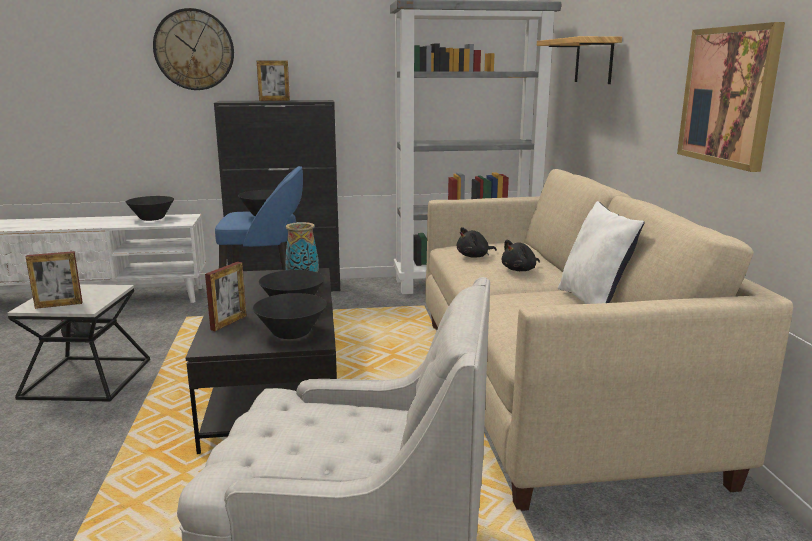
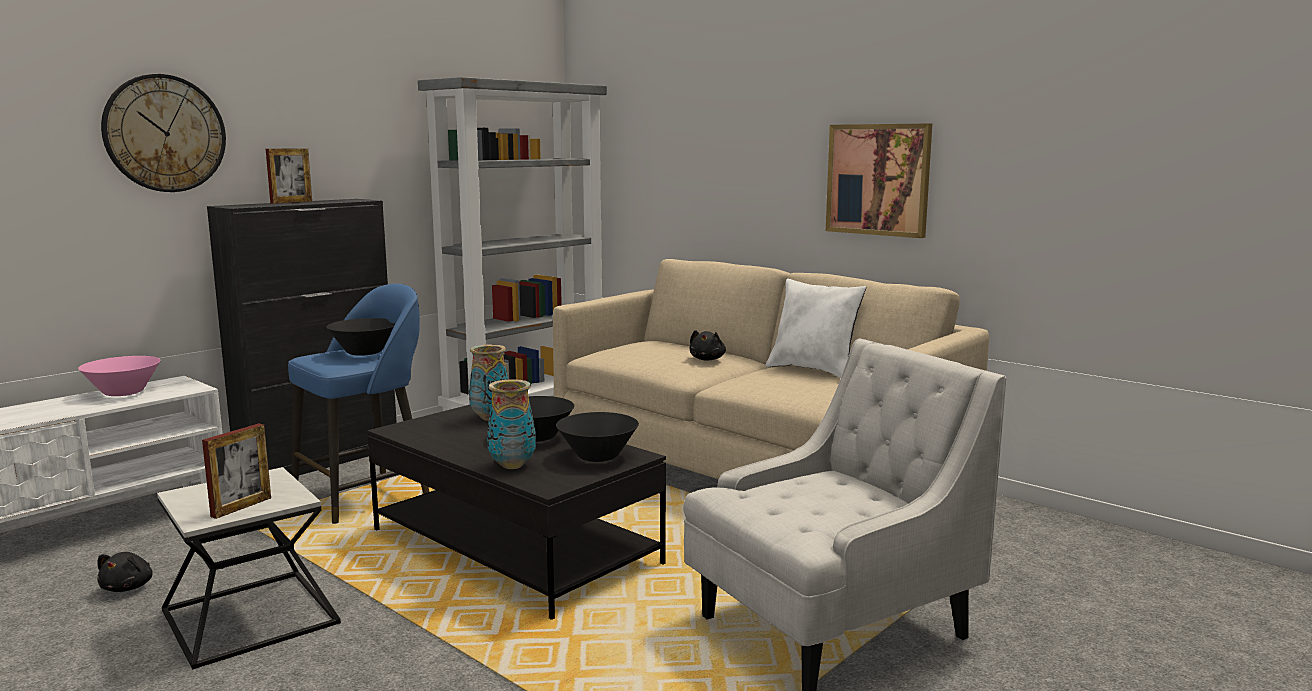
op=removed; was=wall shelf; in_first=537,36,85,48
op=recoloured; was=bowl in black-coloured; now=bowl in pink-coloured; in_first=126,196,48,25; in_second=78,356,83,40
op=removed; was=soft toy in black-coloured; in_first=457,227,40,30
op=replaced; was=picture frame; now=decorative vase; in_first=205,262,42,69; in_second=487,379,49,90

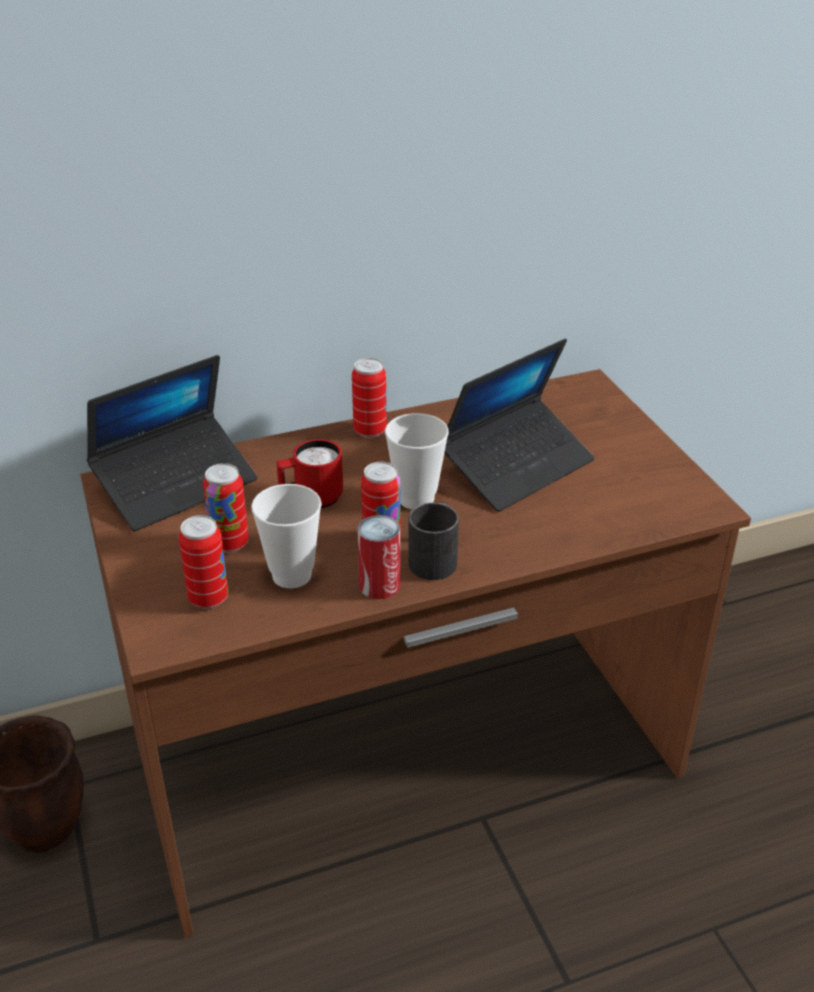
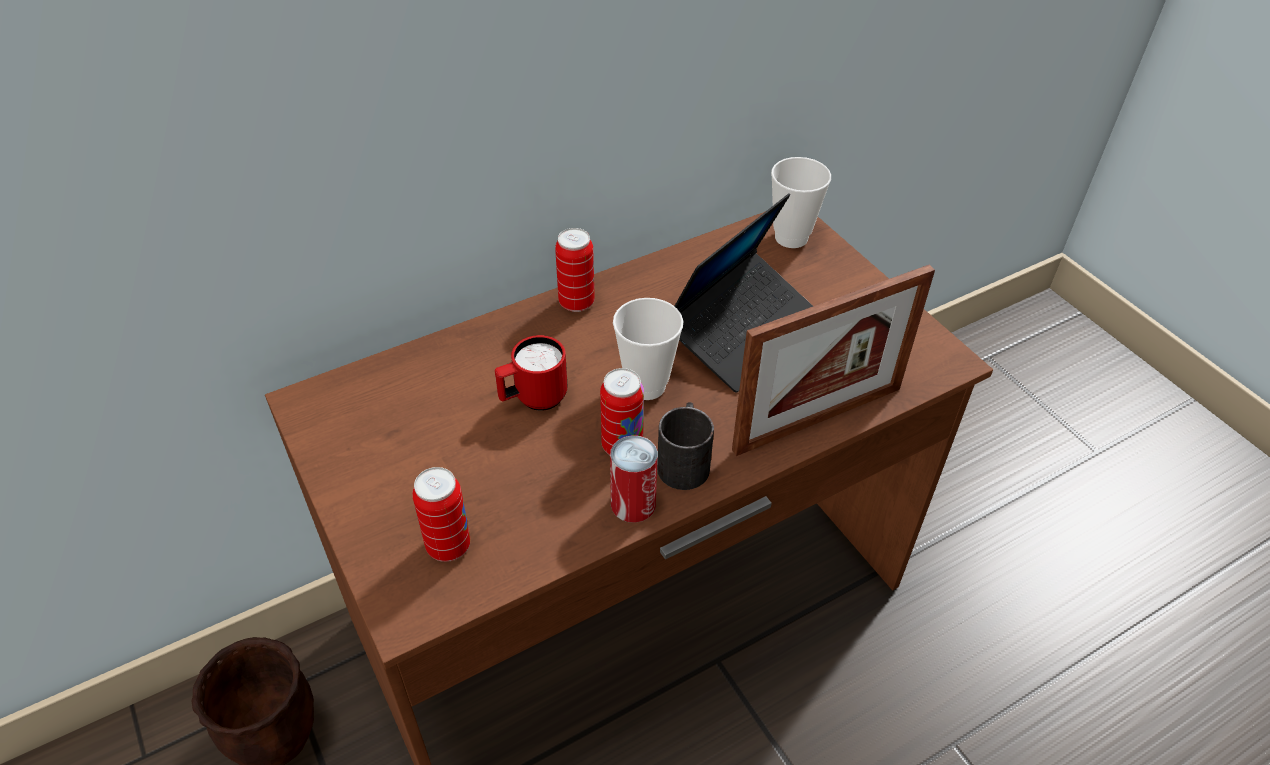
op=removed; was=portable computer; in_first=87,355,170,176
op=removed; was=can; in_first=203,463,46,90
op=moved; was=drinking cup; in_first=251,484,71,105; in_second=771,157,60,91
op=added; now=picture frame; in_second=732,265,203,191

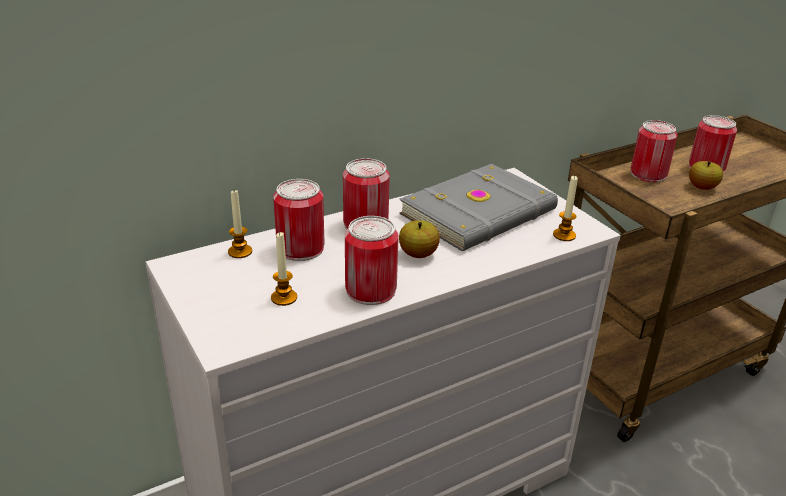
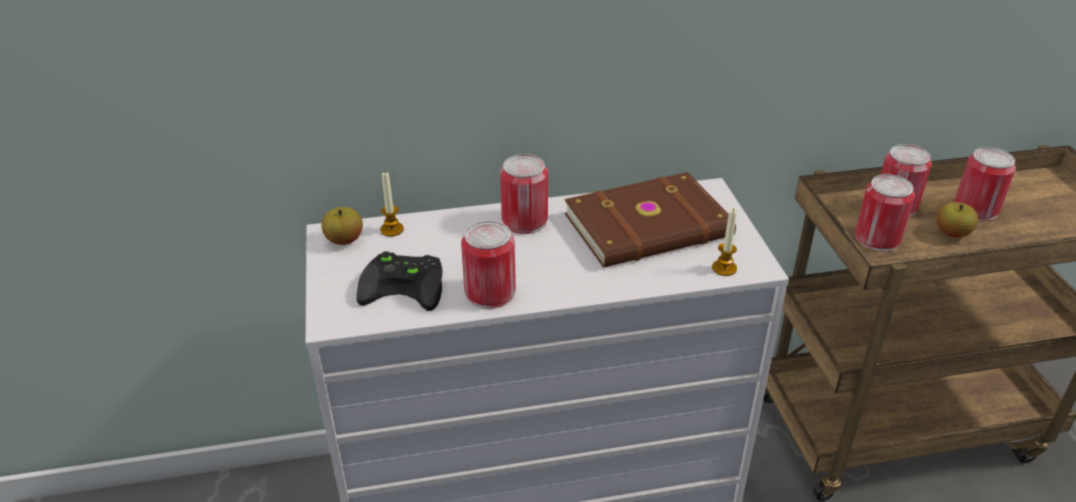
op=recoloured; was=volume in gray; now=volume in brown; in_first=399,164,159,87; in_second=565,172,171,95
op=moved; was=can; in_first=273,179,52,82; in_second=856,174,59,77
op=moved; was=whole apple; in_first=399,220,41,38; in_second=321,207,42,38
op=replaced; was=wax light; now=game controller in black-coloured; in_first=271,232,26,74; in_second=357,251,85,60

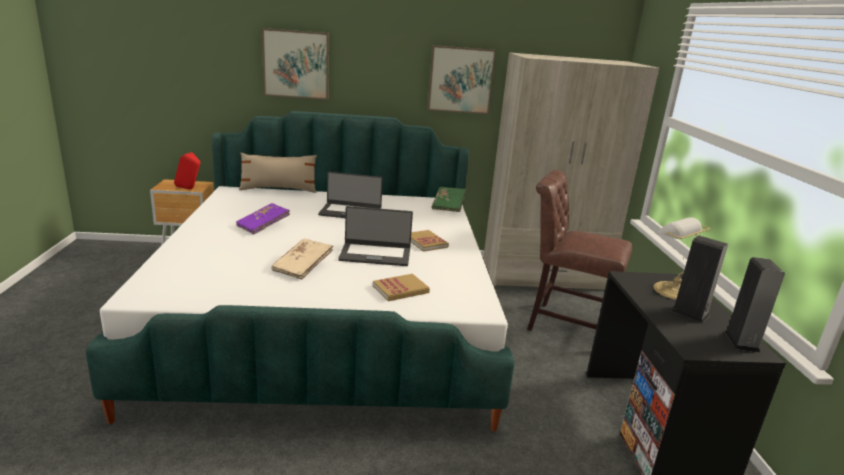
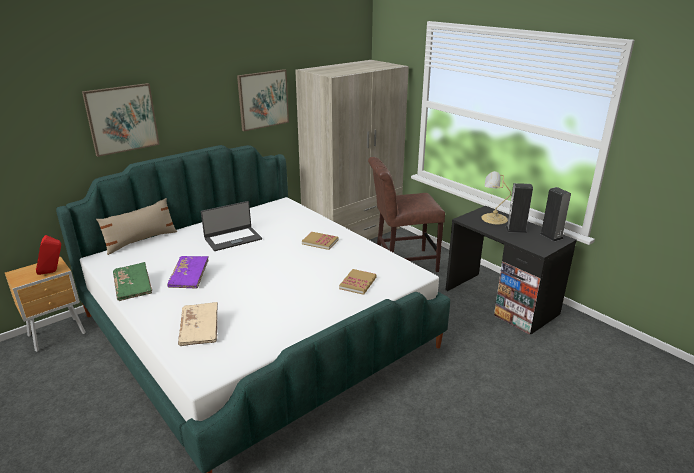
op=moved; was=volume in green-coloured; in_first=431,187,35,25; in_second=113,262,39,39
op=removed; was=portable computer; in_first=338,206,75,60
op=moved; was=volume in sand-coloured; in_first=271,239,62,40; in_second=178,302,40,44

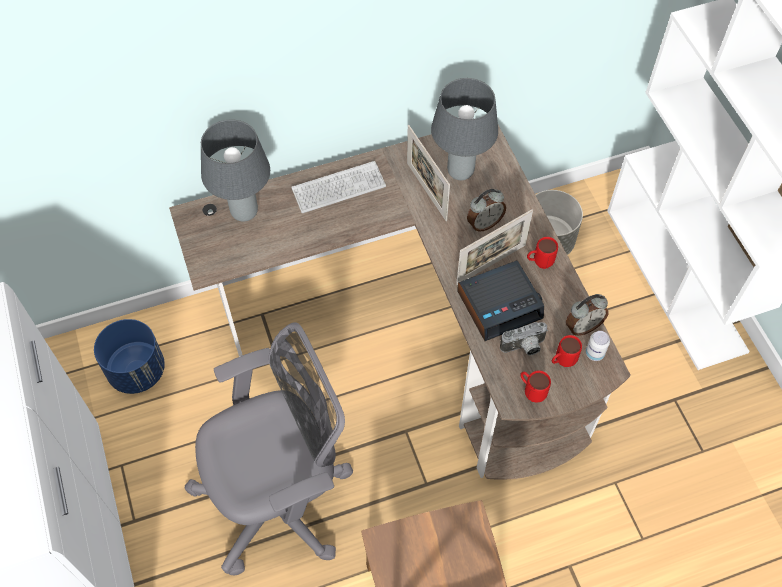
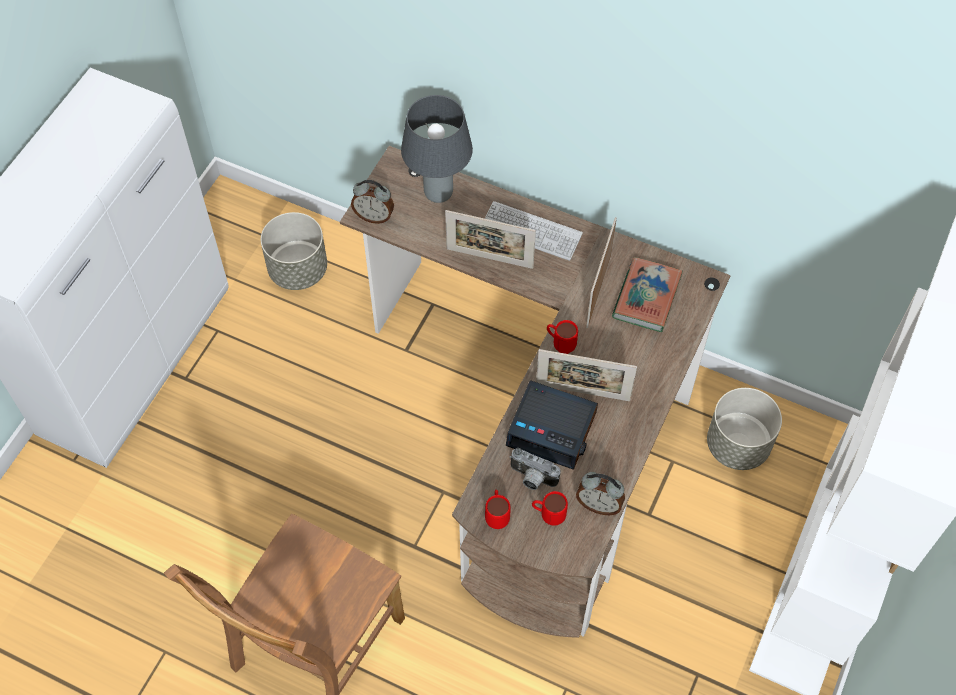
op=replaced; was=lamp for a table in gray; now=volume; in_first=431,78,67,102; in_second=612,257,71,75
op=moved; was=bedside clock; in_first=467,189,39,43; in_second=351,180,43,44
op=moved; was=tea mug in red; in_first=527,237,31,32; in_second=547,320,31,34
op=recoloured; was=flower pot in blue; now=flower pot in gray; in_first=94,319,71,75; in_second=261,212,66,78
op=removed; was=office chair in gray; in_first=184,322,169,253
op=removed; was=can; in_first=586,331,24,30
op=added; now=picture frame; in_second=445,210,91,59

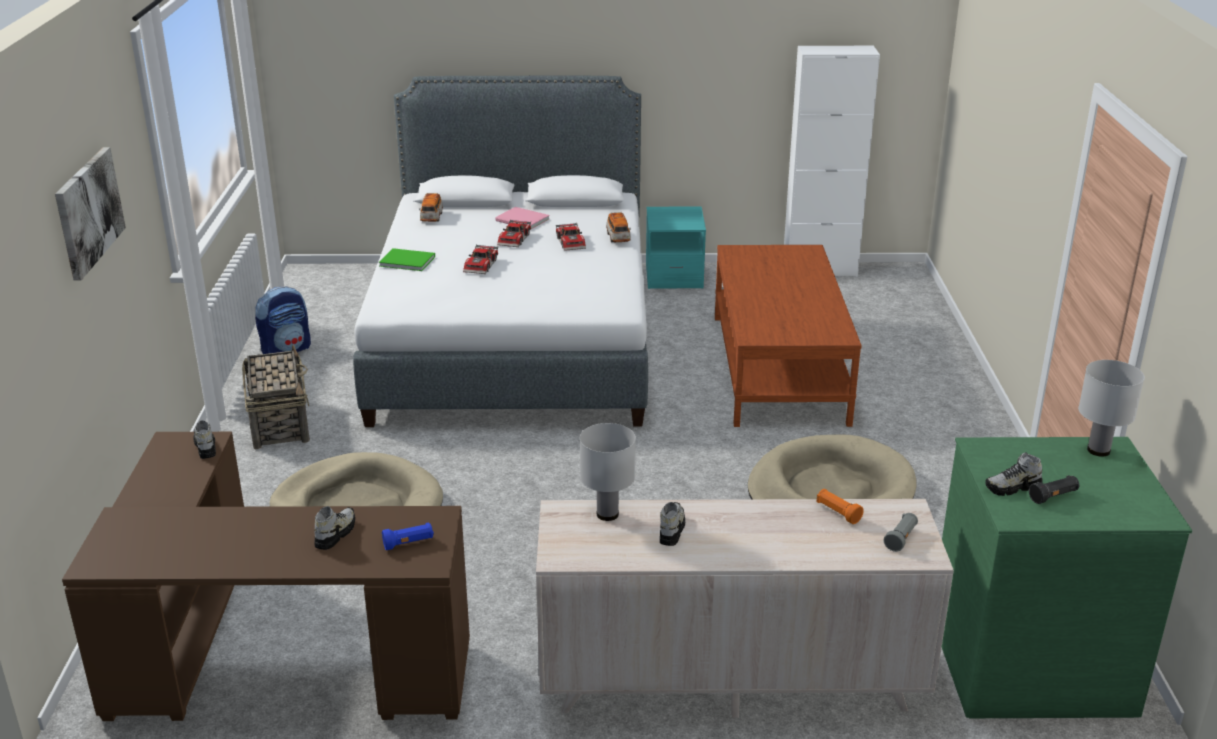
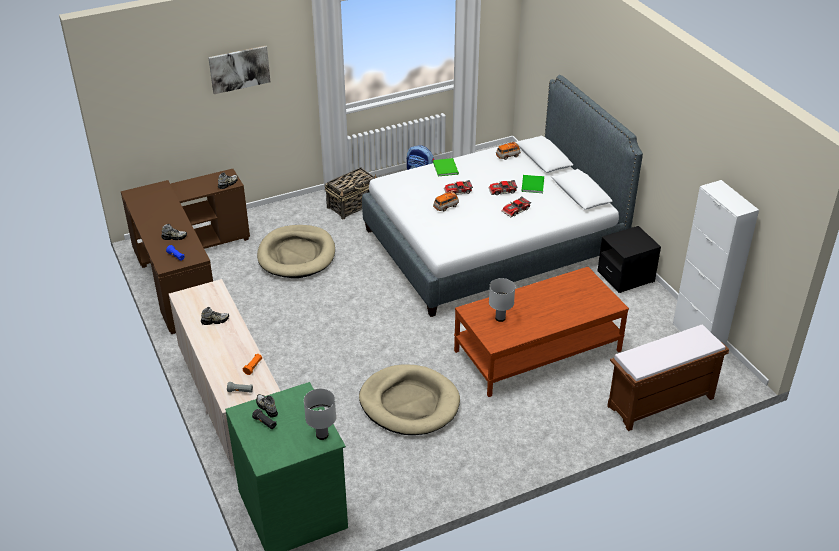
op=recoloured; was=volume in pink-coloured; now=volume in green-coloured; in_first=495,207,55,22; in_second=522,175,22,18
op=recoloured; was=bedside table in turquoise-coloured; now=bedside table in black-coloured; in_first=646,207,60,82; in_second=597,226,64,67
op=moved; was=miniature car; in_first=606,212,25,30; in_second=433,191,26,20
op=moved; was=lamp for a table in white; in_first=580,423,56,98; in_second=489,278,26,44
op=added; now=indoor bench in brown; in_second=607,325,122,106

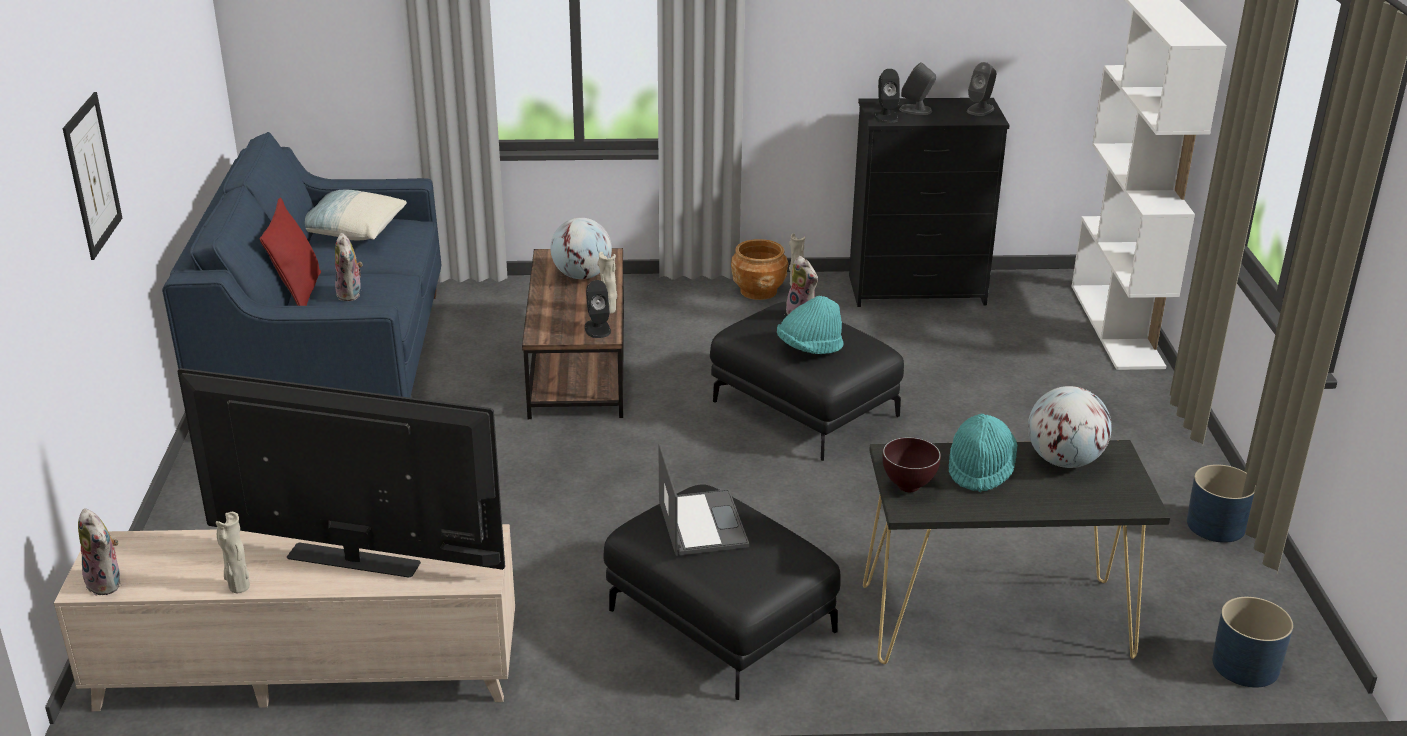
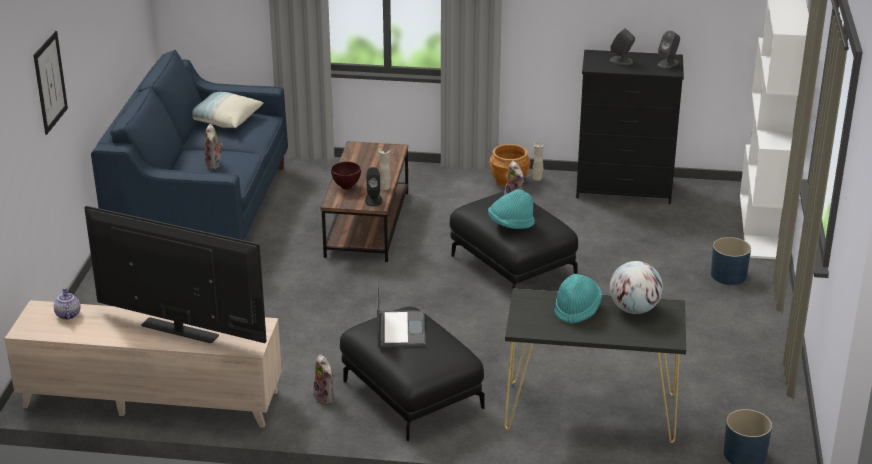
op=removed; was=audio speaker in black-coloured; in_first=874,69,26,54
op=removed; was=throw pillow in red; in_first=260,198,61,108
op=removed; was=desk globe; in_first=550,218,62,61
op=moved; was=bowl in brown; in_first=882,437,59,55; in_second=331,161,30,29
op=moved; was=flower pot in blue; in_first=1187,464,69,79; in_second=711,237,40,48
op=moved; was=soft toy; in_first=78,508,42,88; in_second=311,354,24,51
op=removed; was=decorative vase in sand-coloured; in_first=216,512,34,81
op=added; now=tea pot; in_second=54,288,27,32

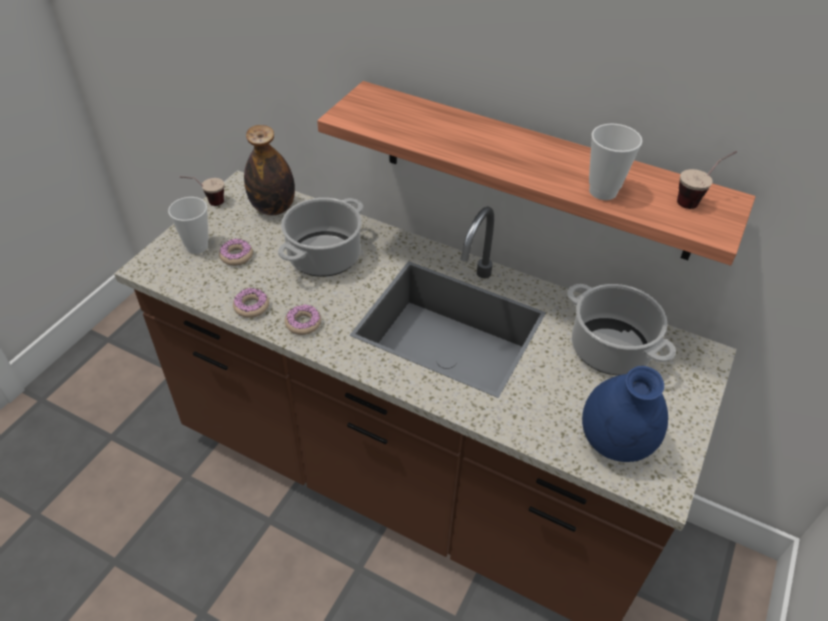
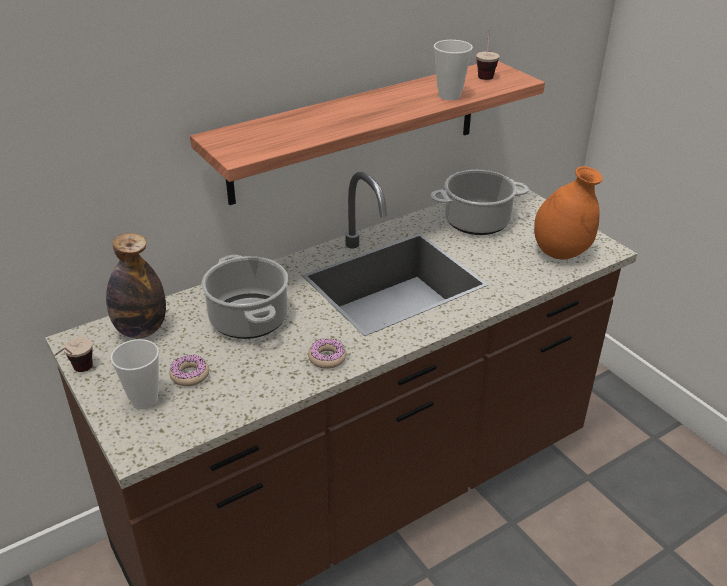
op=removed; was=ring doughnut; in_first=233,288,36,30
op=recoloured; was=decorative vase in blue; now=decorative vase in orange; in_first=582,366,86,96; in_second=534,166,69,93

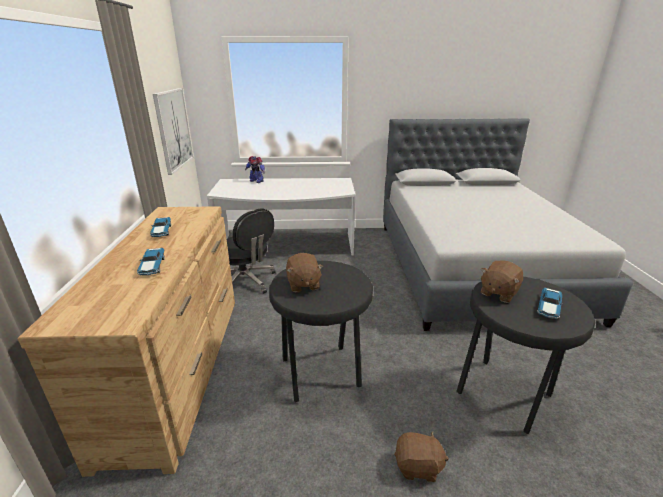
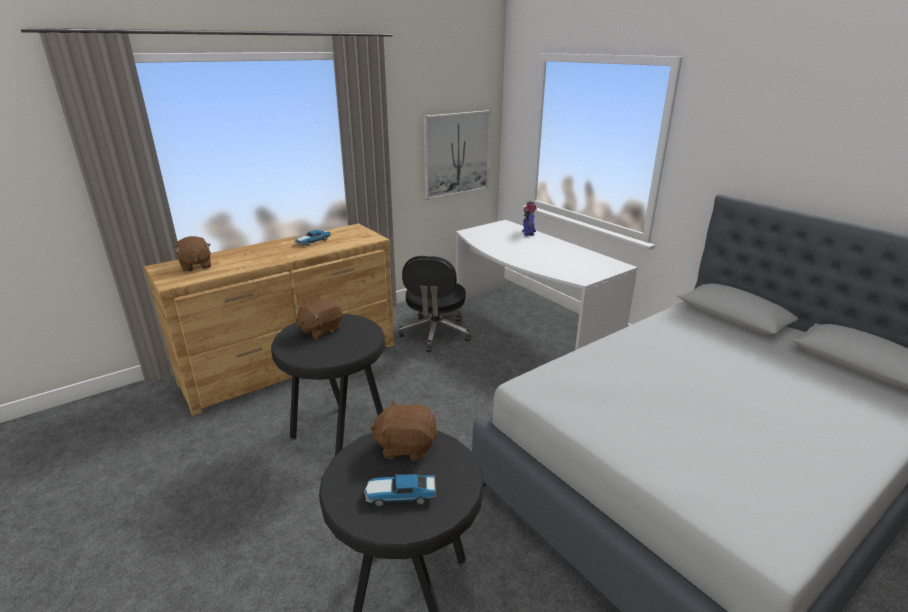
op=removed; was=miniature car; in_first=137,248,28,27
op=moved; was=soft toy in brown; in_first=394,431,55,51; in_second=174,236,37,36

